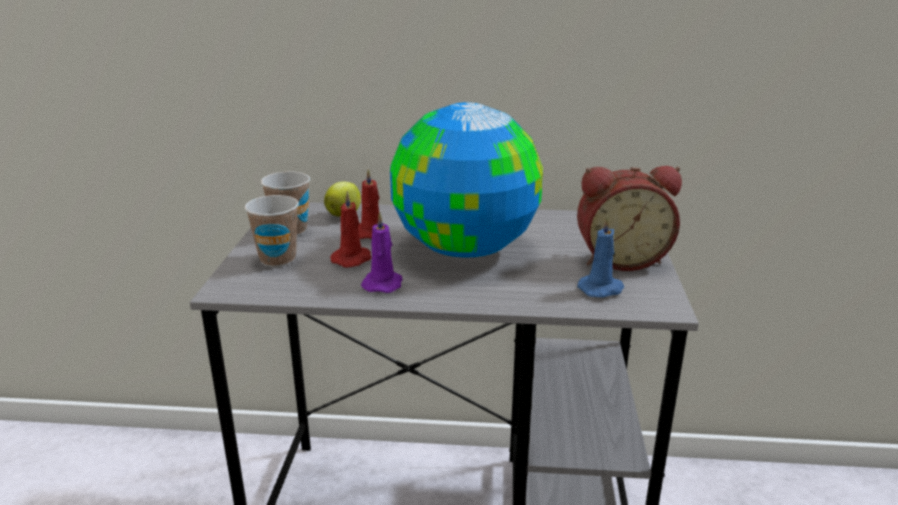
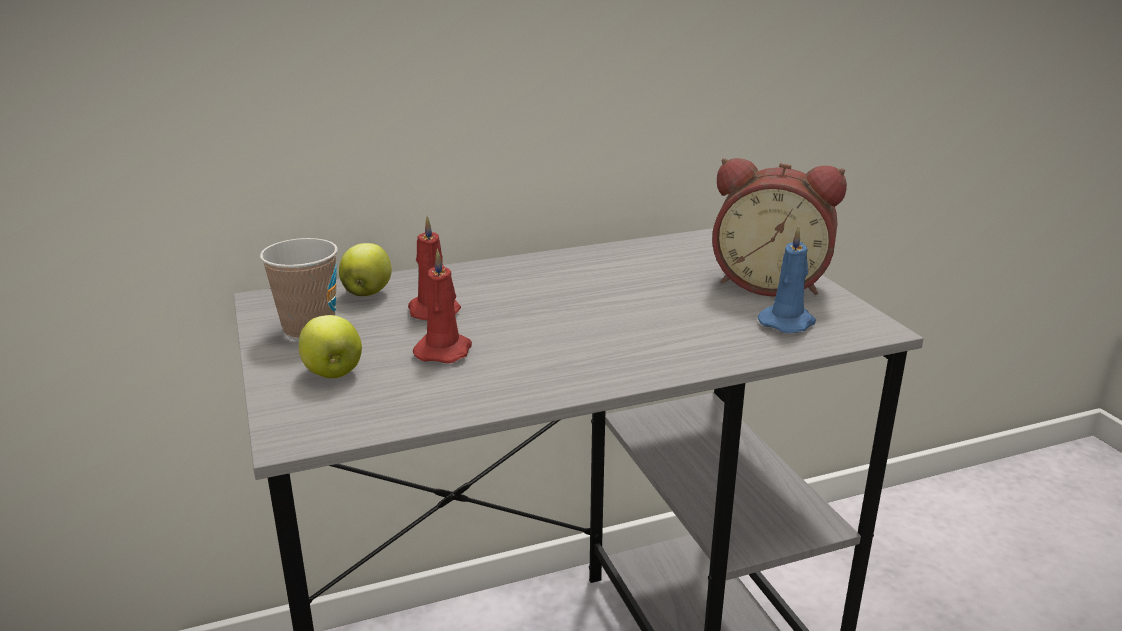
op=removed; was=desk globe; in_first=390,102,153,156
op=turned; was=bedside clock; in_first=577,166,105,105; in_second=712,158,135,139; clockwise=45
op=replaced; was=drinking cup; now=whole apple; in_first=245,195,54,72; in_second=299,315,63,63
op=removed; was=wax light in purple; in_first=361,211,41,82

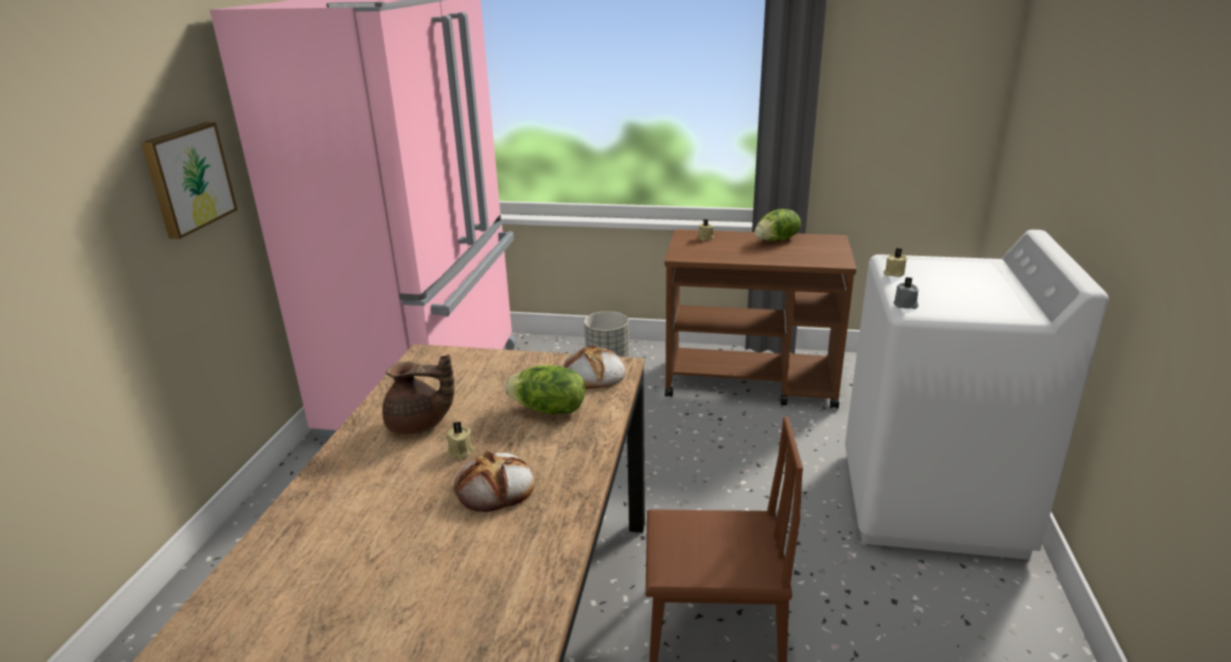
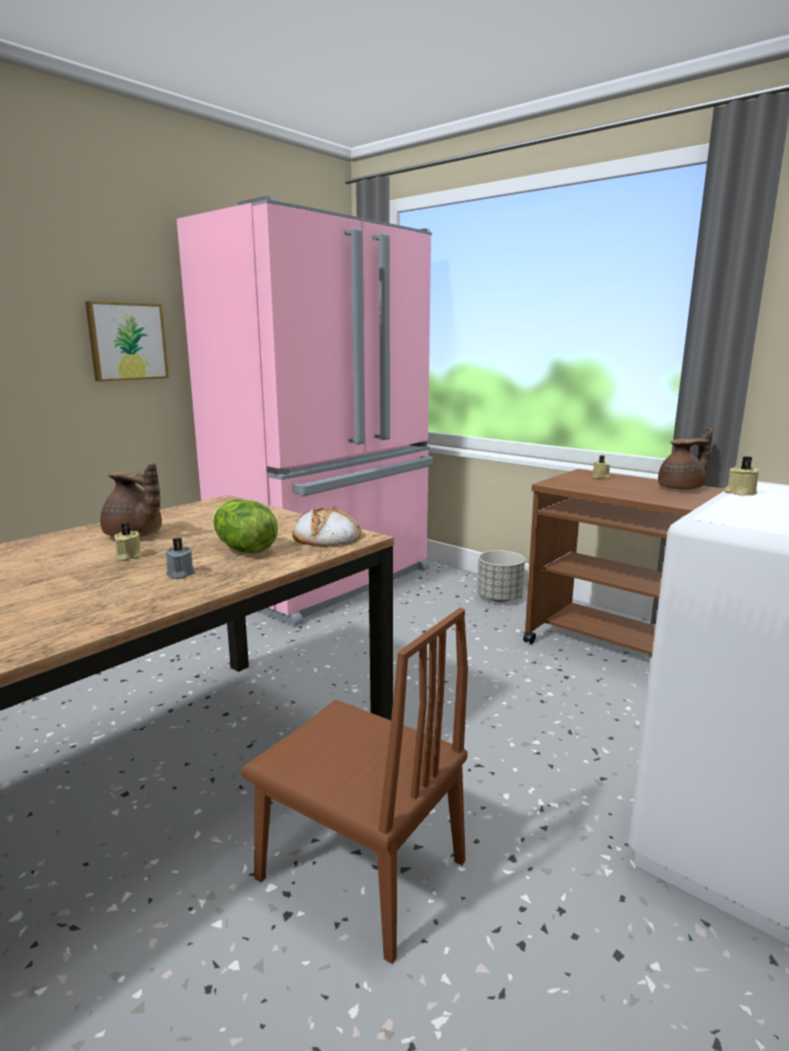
op=replaced; was=lettuce; now=tea pot in brown; in_first=755,209,46,32; in_second=658,428,55,62
op=moved; was=wax light in gray; in_first=893,277,26,32; in_second=166,538,29,41
op=removed; was=baked bread; in_first=454,451,81,61

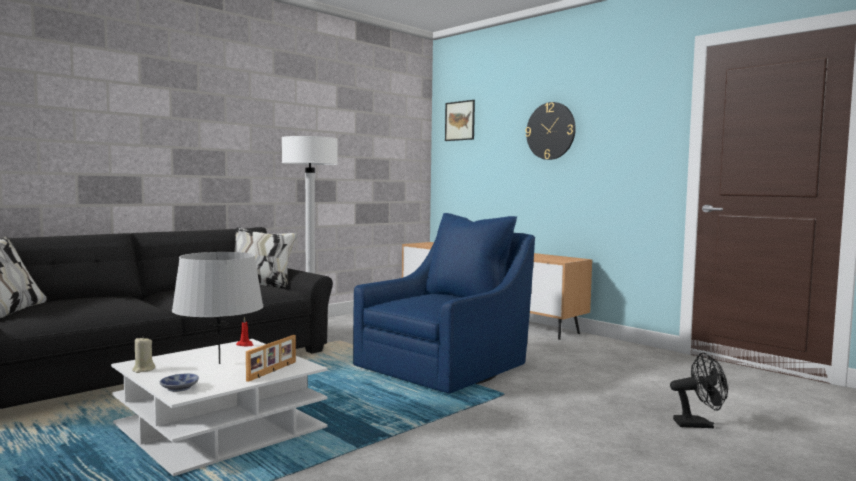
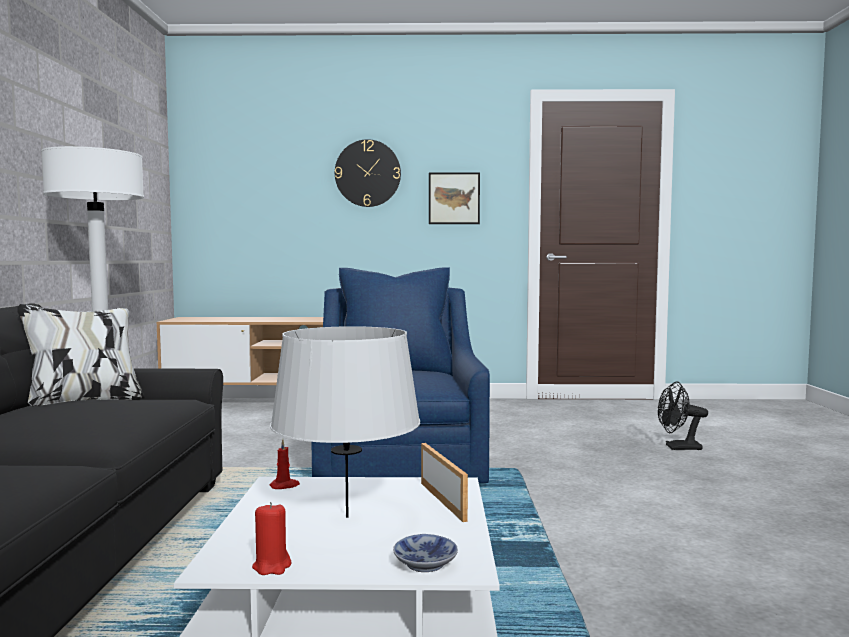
op=moved; was=wall art; in_first=445,100,30,41; in_second=429,172,51,52
op=recoloured; was=wax light in sand-coloured; now=wax light in red; in_first=132,337,23,36; in_second=252,502,39,73
op=turned; was=fan in black-coloured; in_first=670,352,58,76; in_second=658,381,50,69; clockwise=-135

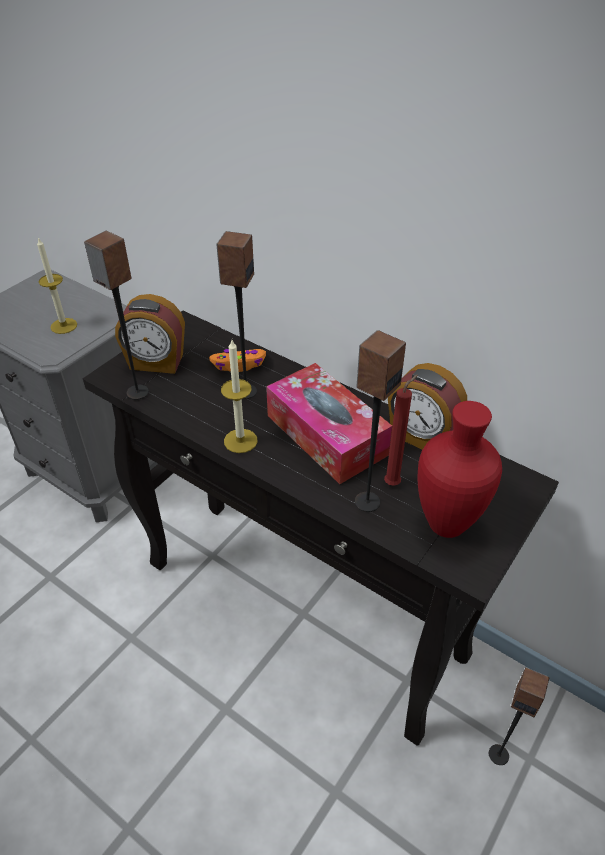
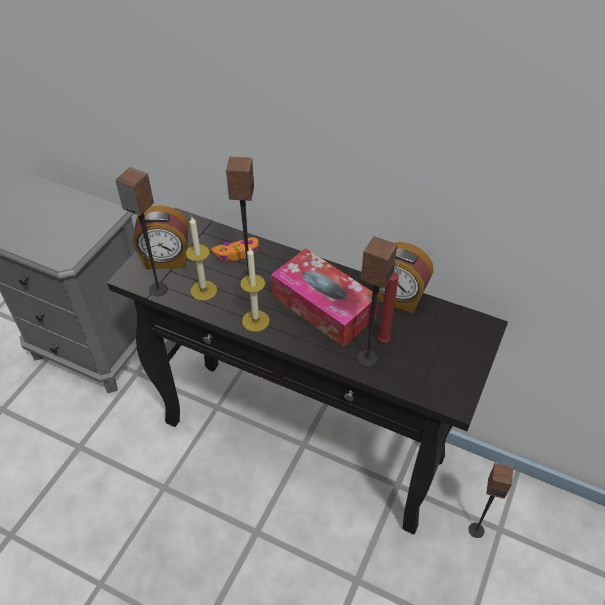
op=moved; was=wax light; in_first=37,238,40,96; in_second=186,217,31,84
op=removed; was=decorative vase in red; in_first=418,401,84,137

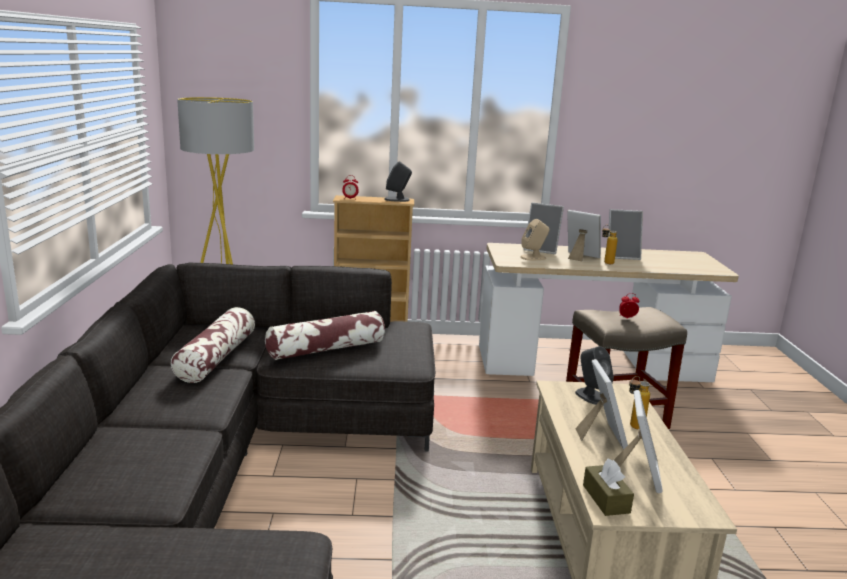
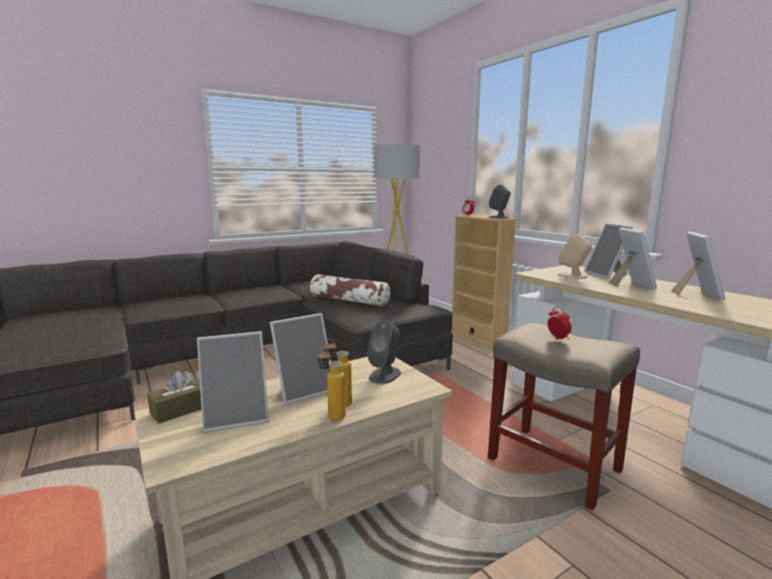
op=turned; was=picture frame; in_first=608,209,35,51; in_second=671,232,54,69; clockwise=-135
op=moved; was=bottle; in_first=602,225,16,39; in_second=317,347,29,74
op=removed; was=throw pillow; in_first=171,307,84,76

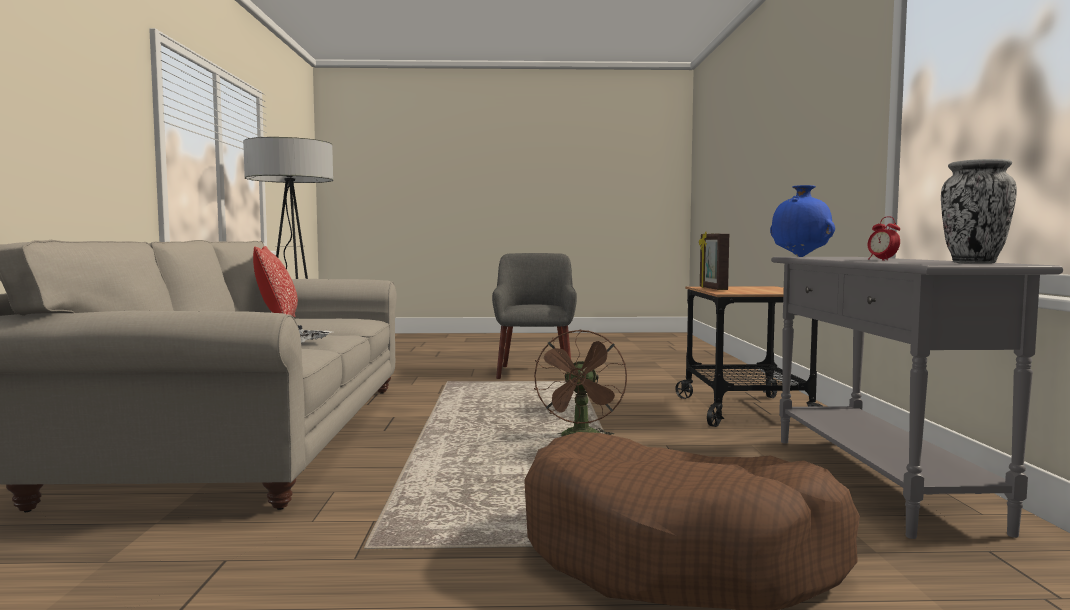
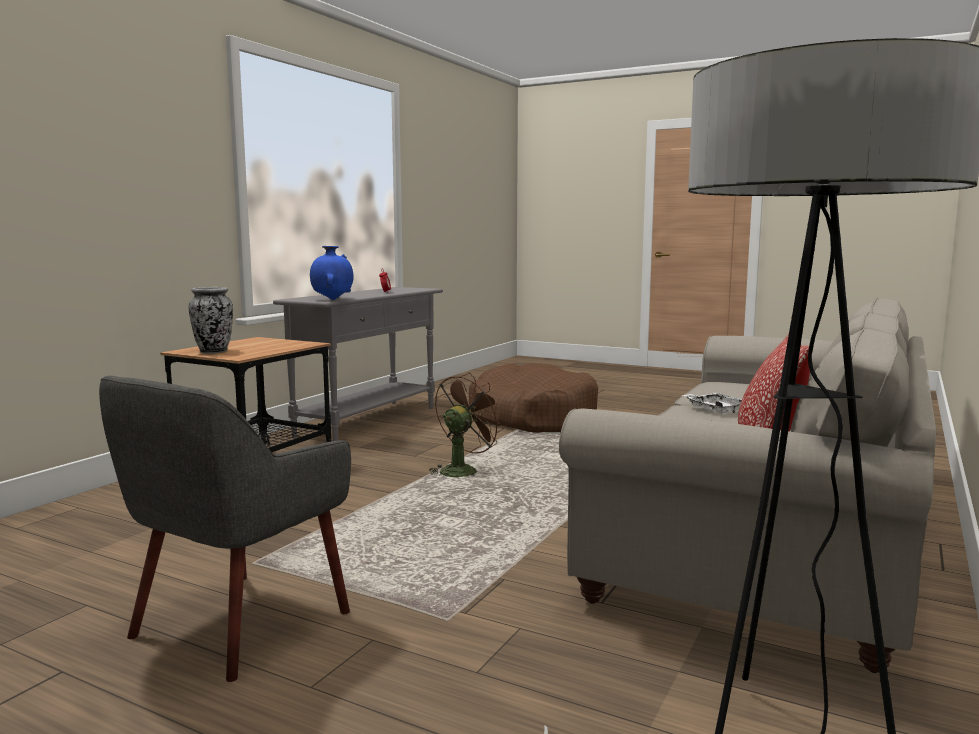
op=moved; was=decorative vase; in_first=941,159,76,105; in_second=189,287,44,67
op=removed; was=picture frame; in_first=699,232,30,58

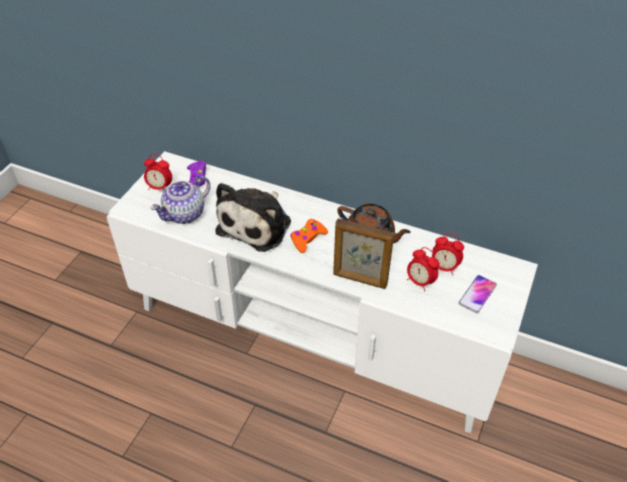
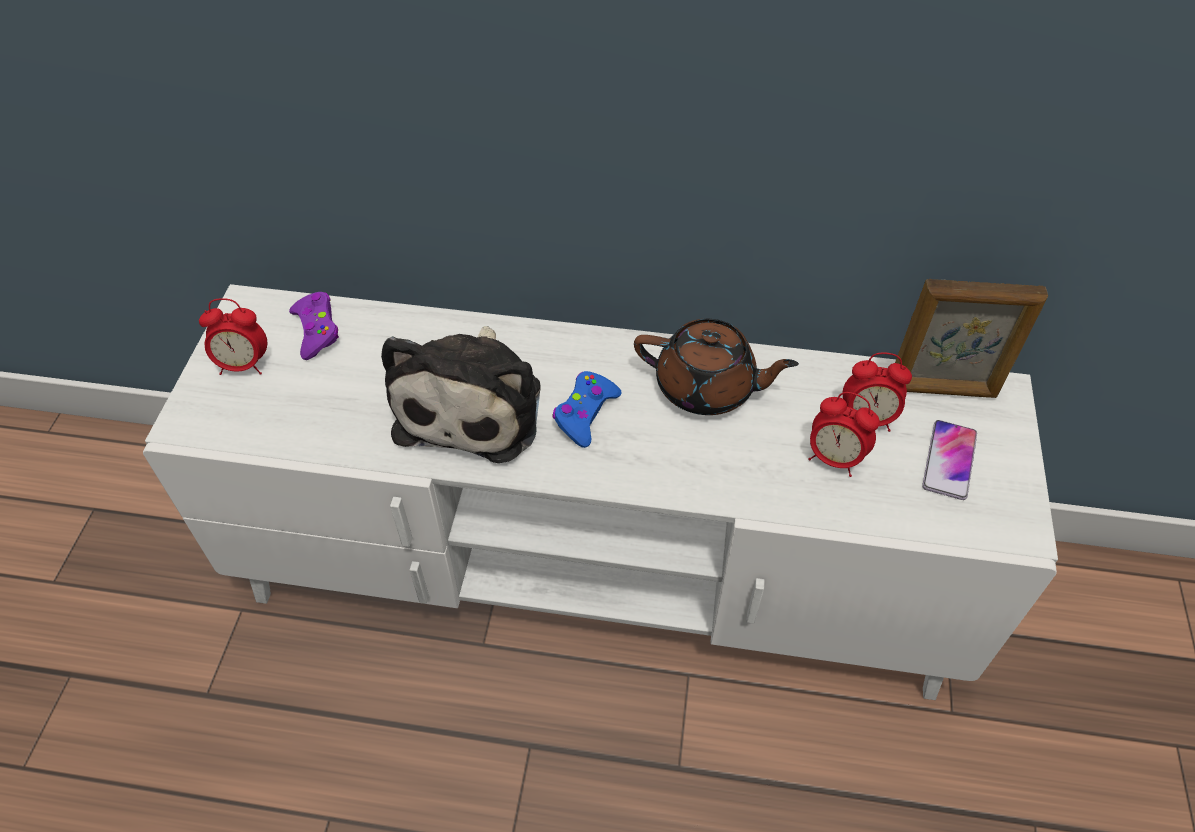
op=removed; was=tea pot; in_first=151,176,60,48
op=moved; was=picture frame; in_first=333,218,61,71; in_second=895,279,153,119
op=recoloured; was=game controller in orange; now=game controller in blue; in_first=290,219,38,34; in_second=552,371,70,77

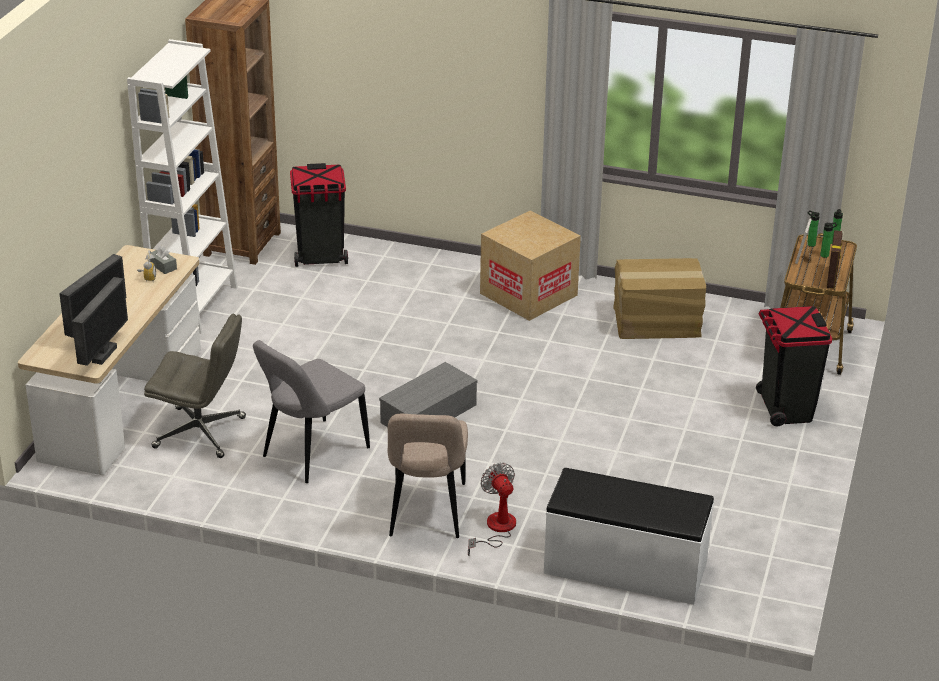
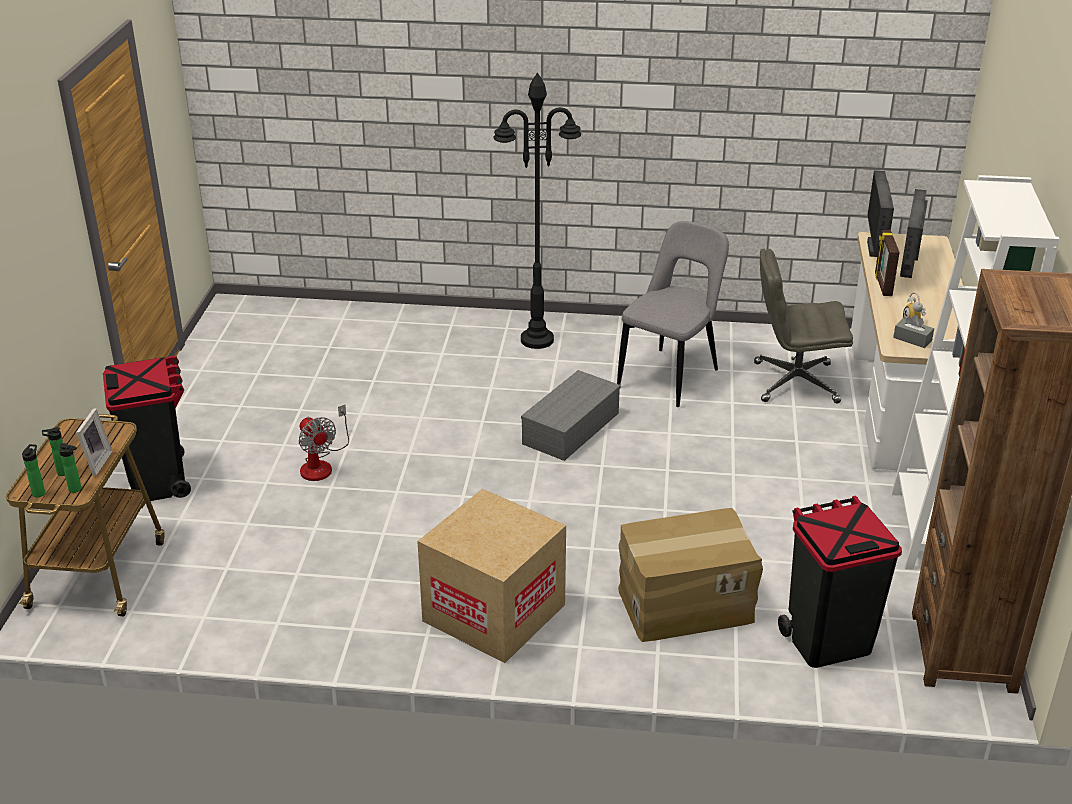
op=moved; was=picture frame; in_first=827,230,16,59; in_second=875,230,25,66
op=moved; was=cardboard box; in_first=613,258,93,81; in_second=618,508,145,134
op=replaced; was=plain chair in sand-coloured; now=standing lamp in black-coloured; in_first=388,414,80,124; in_second=493,73,88,276
op=moved; was=fan; in_first=468,463,48,93; in_second=298,405,51,76
op=removed; was=indoor bench in white; in_first=544,468,170,137

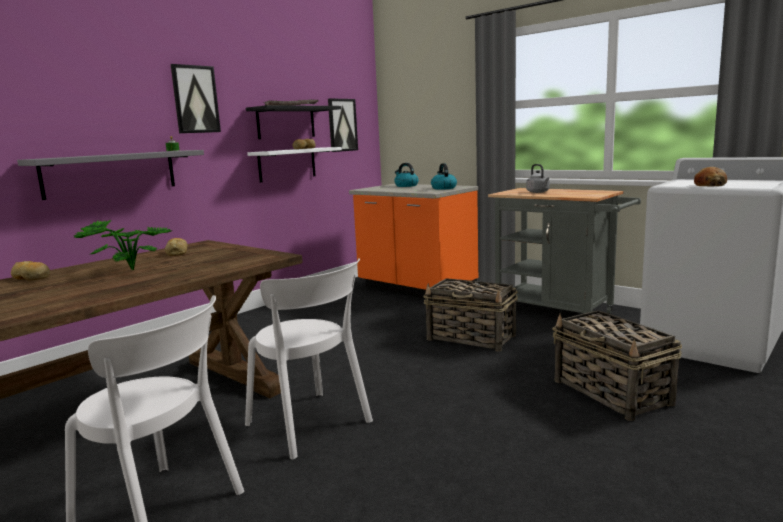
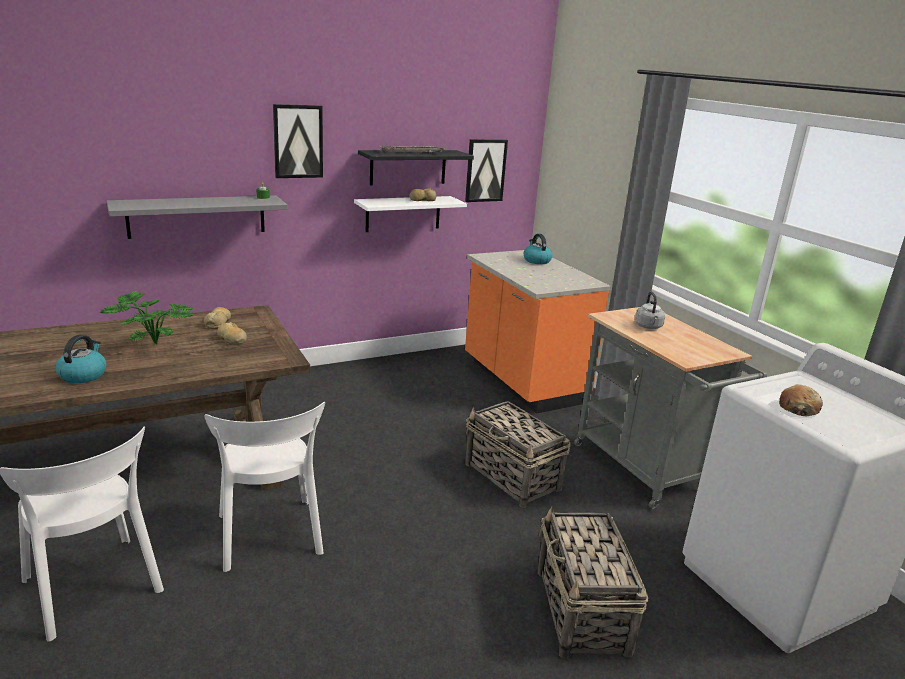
op=moved; was=tea kettle; in_first=431,163,26,27; in_second=56,334,50,49
op=moved; was=baked bread; in_first=11,261,39,19; in_second=217,322,30,23

